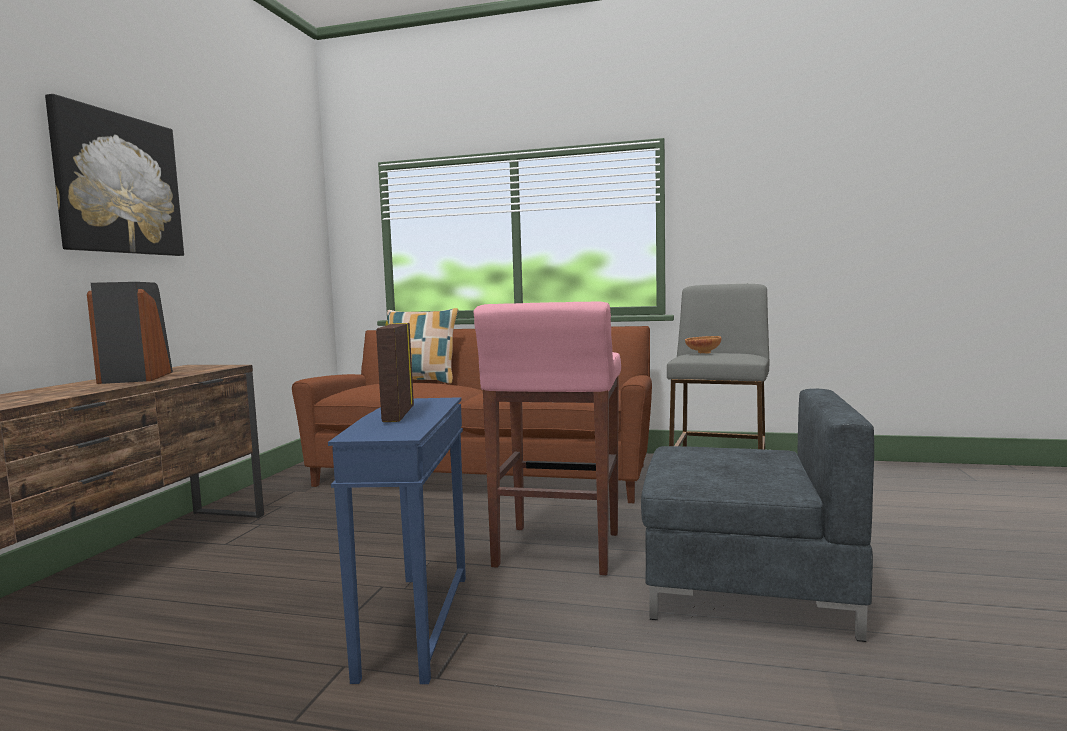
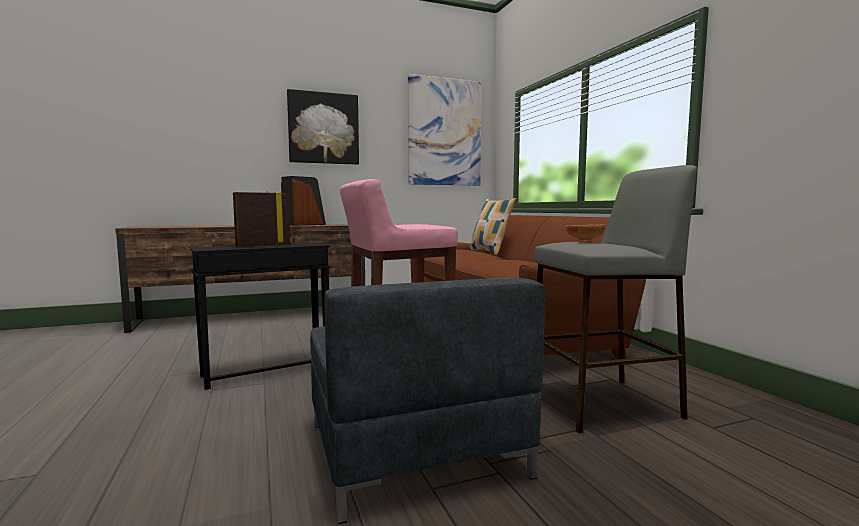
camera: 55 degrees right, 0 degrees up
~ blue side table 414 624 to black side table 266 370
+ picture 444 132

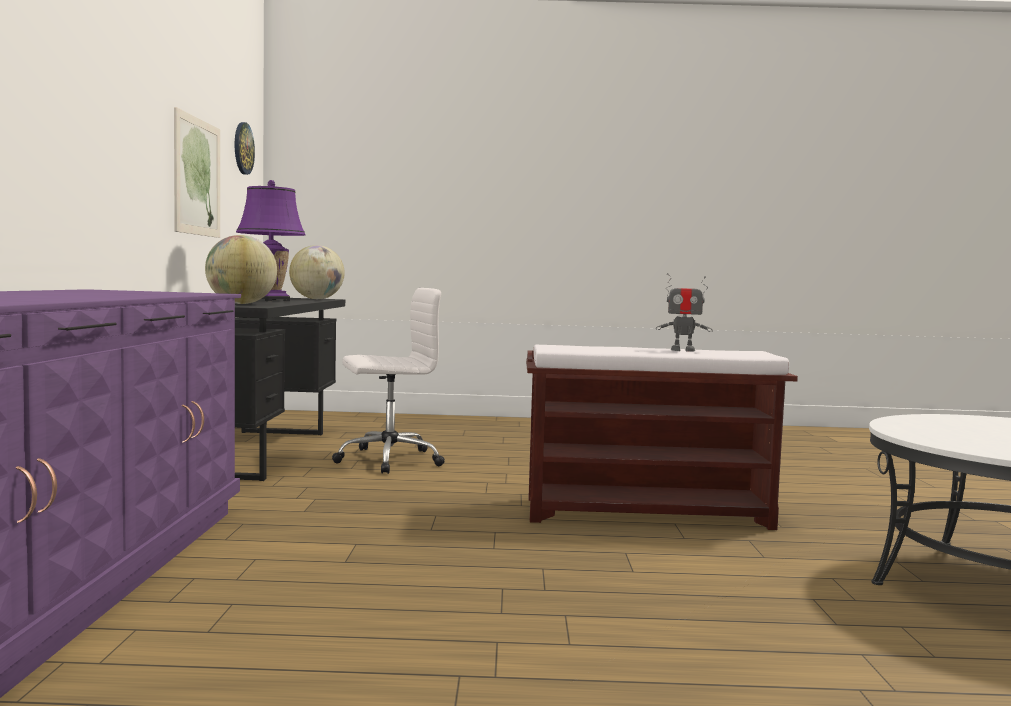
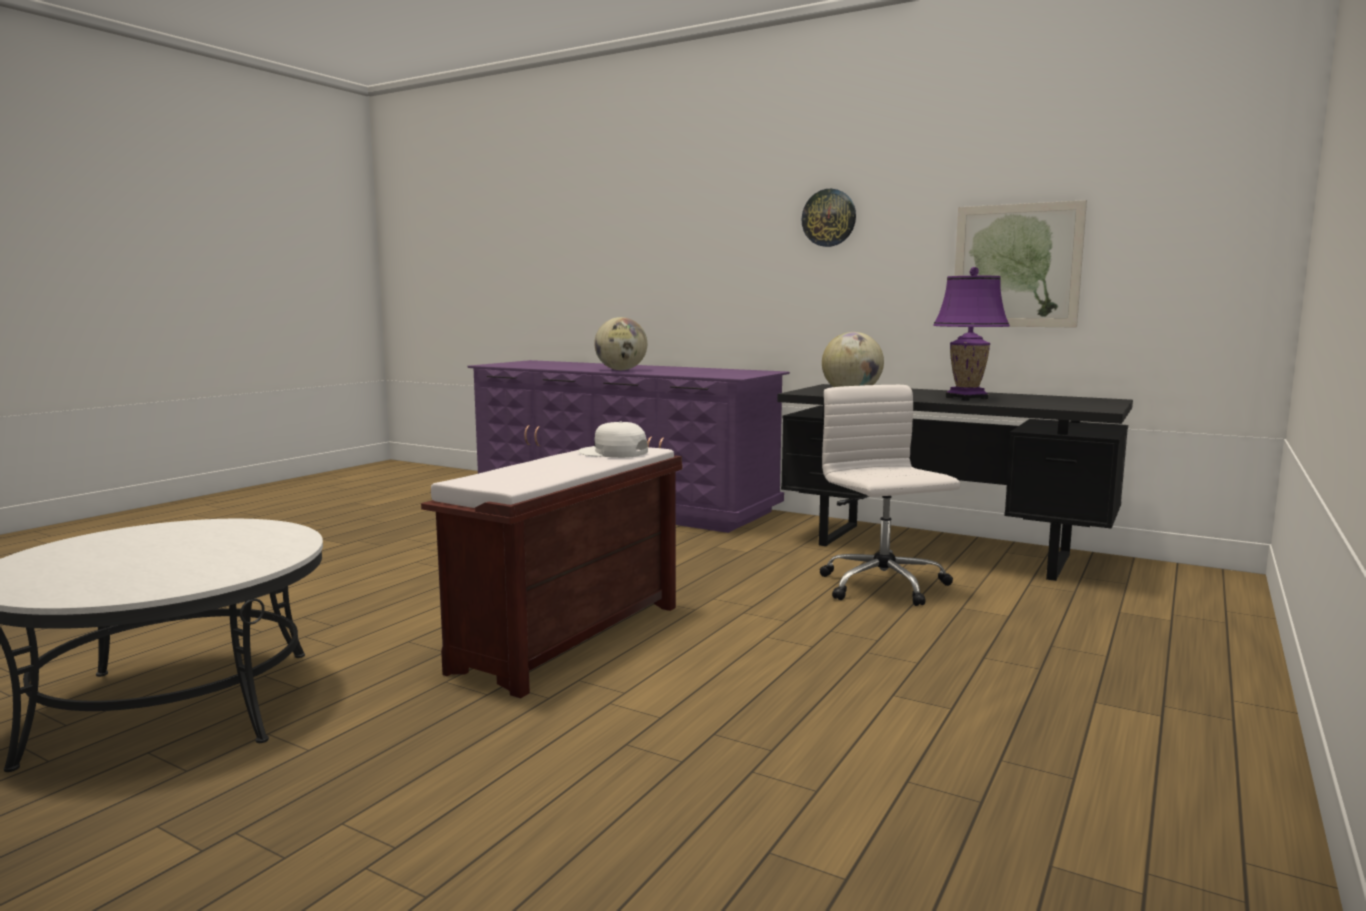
camera: 120 degrees right, 5 degrees up
+ white cap 613 452
~ globe 317 299 to 621 370
~ wall clock 243 148 to 829 218
~ white office chair 387 460 = 884 586 150 degrees clockwise
- toy robot 683 350

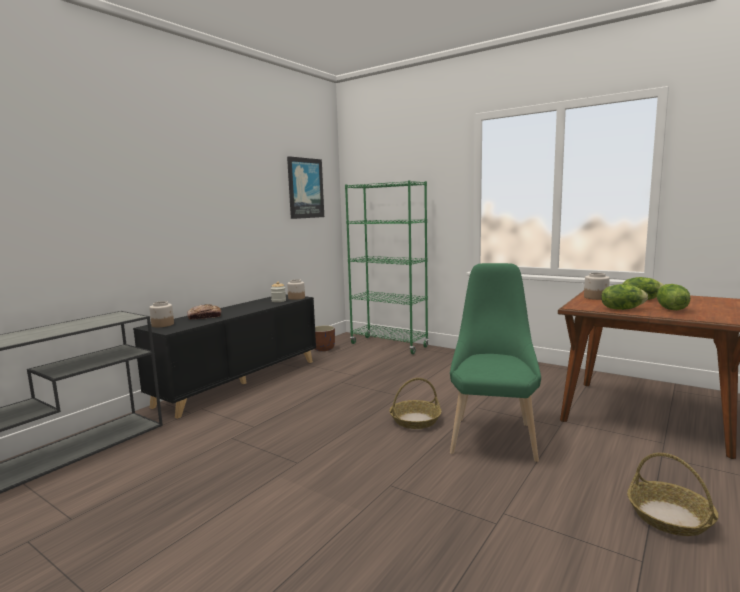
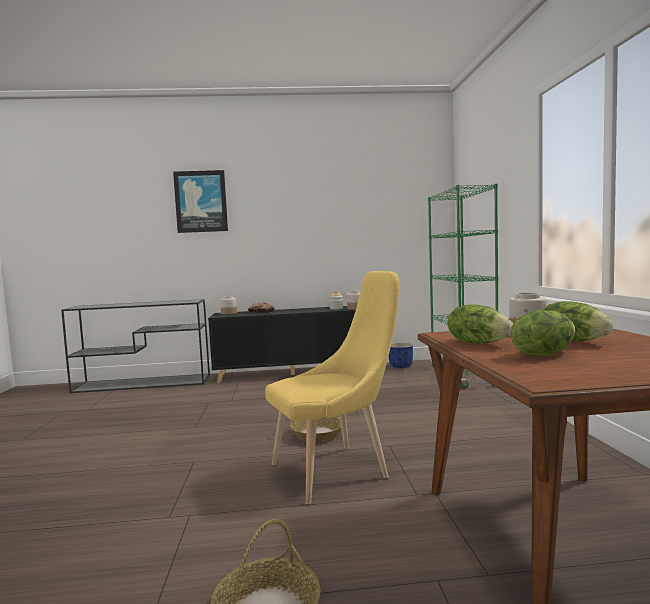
camera: 50 degrees right, 5 degrees down
~ picture 305 188 to 201 201
~ green chair 493 435 to yellow chair 336 470
~ brown planter 323 349 to blue planter 401 366

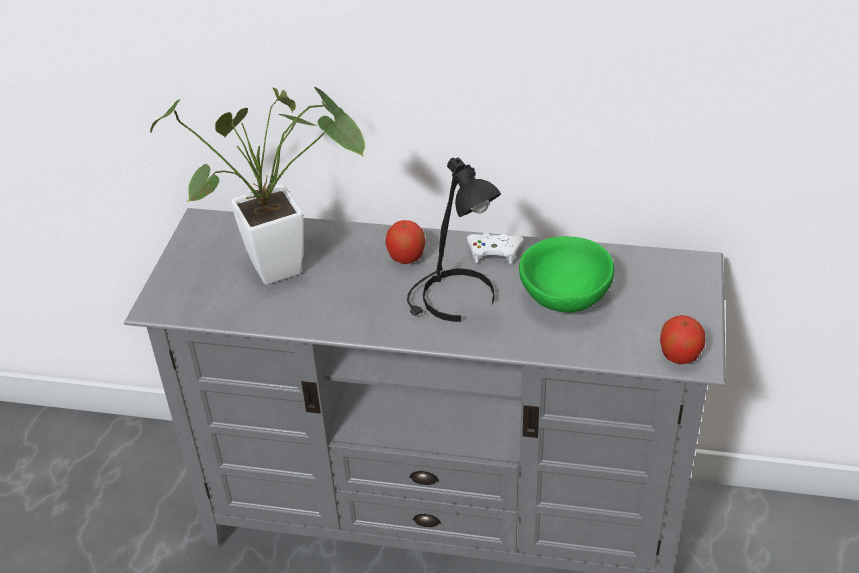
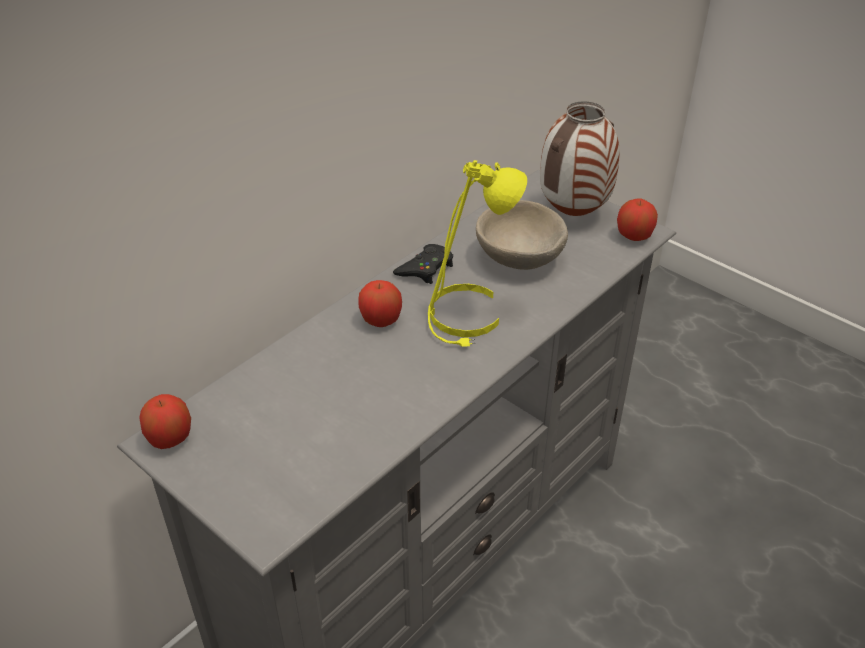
camera: 60 degrees left, 0 degrees up
+ apple 170 438
~ white game controller 494 251 to black game controller 425 268
~ black table lamp 454 300 to yellow table lamp 467 316
~ green bowl 564 296 to beige bowl 518 258
+ vase 573 213
- potted plant 289 266

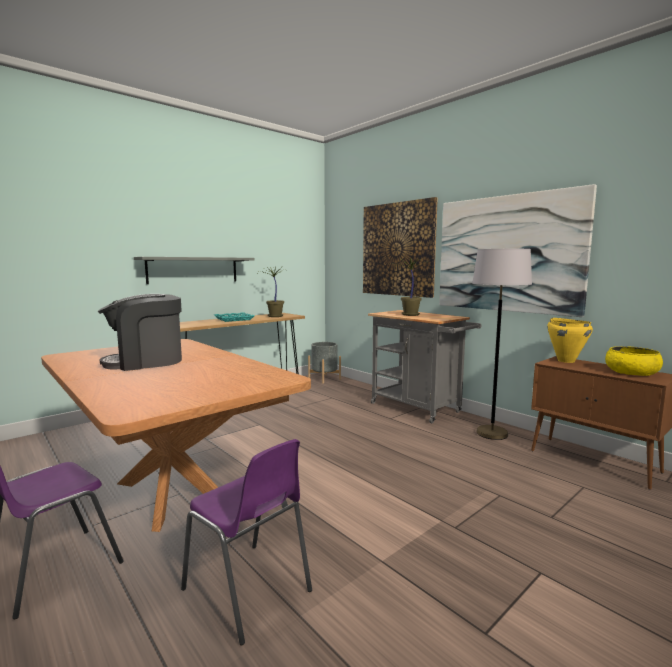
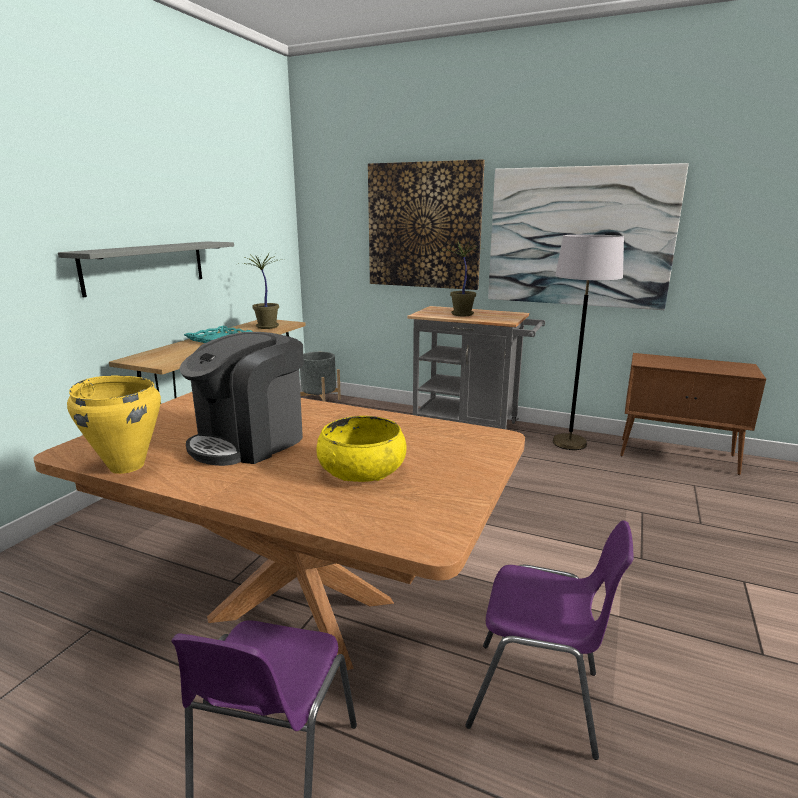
camera: 25 degrees left, 10 degrees up
~ yellow cooking pot 566 361 to 127 466
~ yellow bowl 632 372 to 362 469

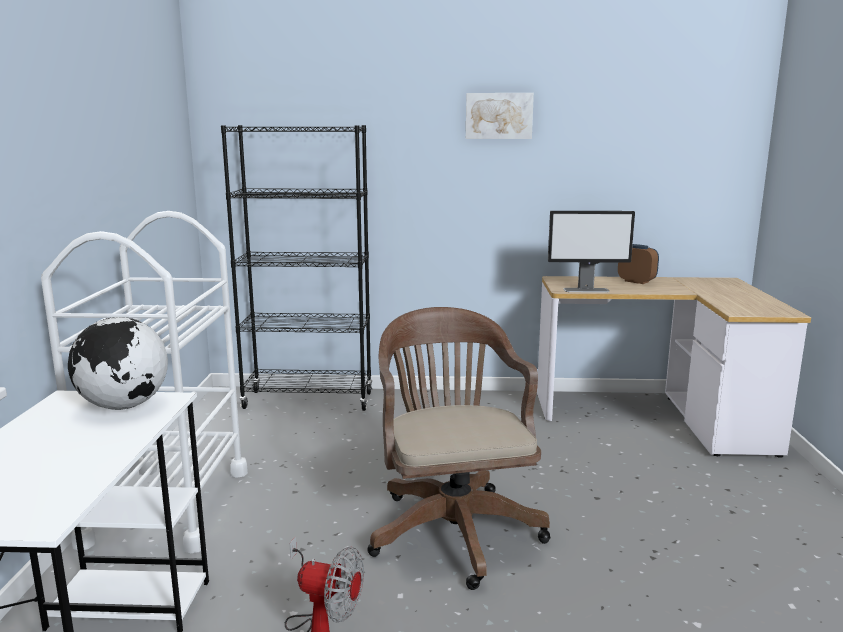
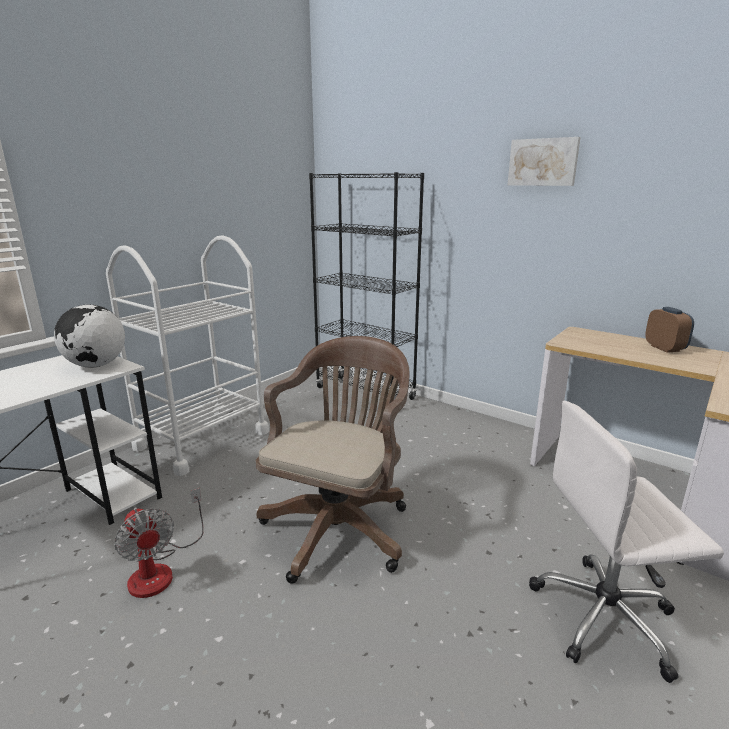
camera: 35 degrees right, 5 degrees up
+ white office chair 606 617
- monitor 586 290

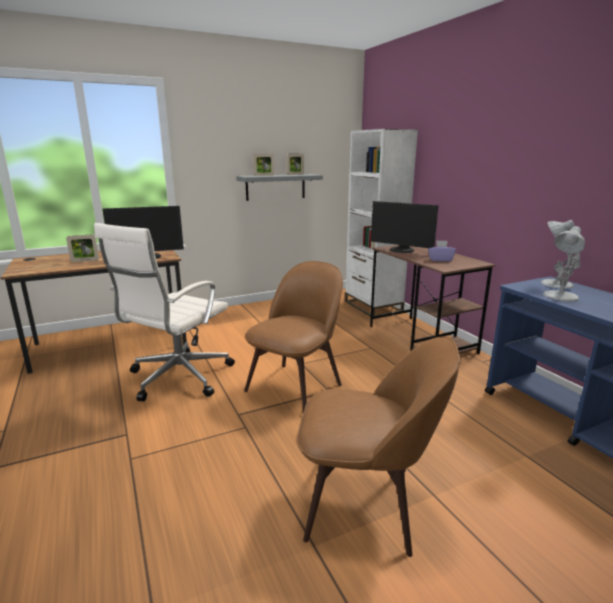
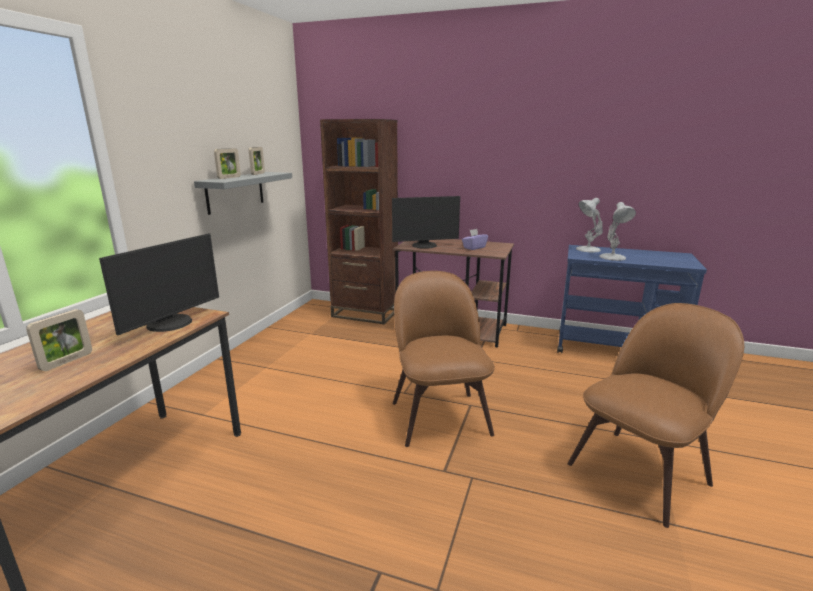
camera: 45 degrees left, 0 degrees up
~ white bookcase 373 307 to brown bookcase 365 313
- white office chair 177 377

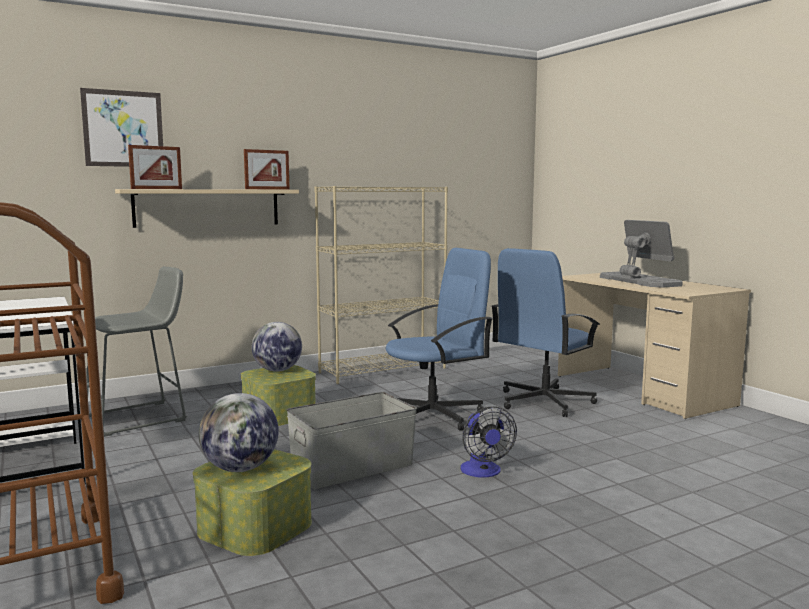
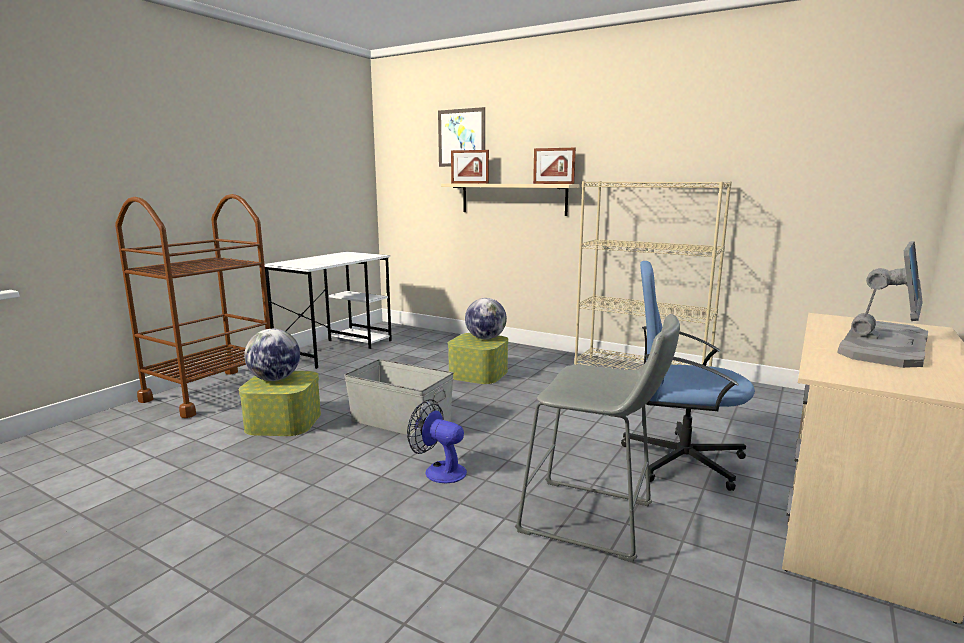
camera: 60 degrees right, 5 degrees up
~ fan 483 472 = 439 471 75 degrees clockwise
~ grey stool 141 418 to 594 520
- blue office chair 434 415

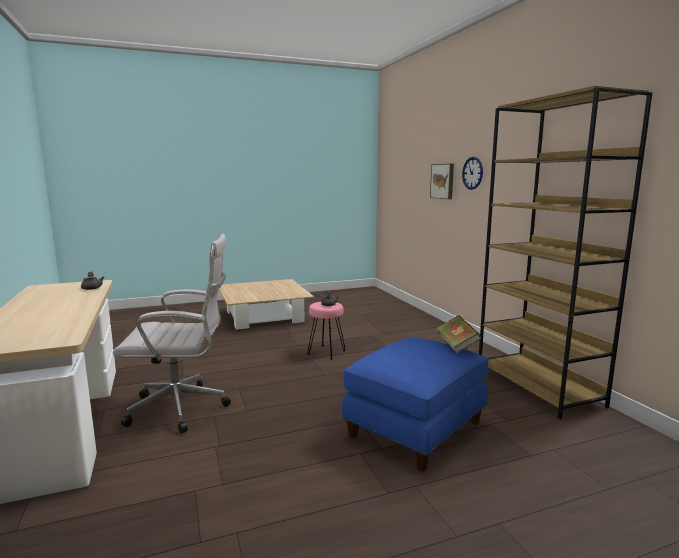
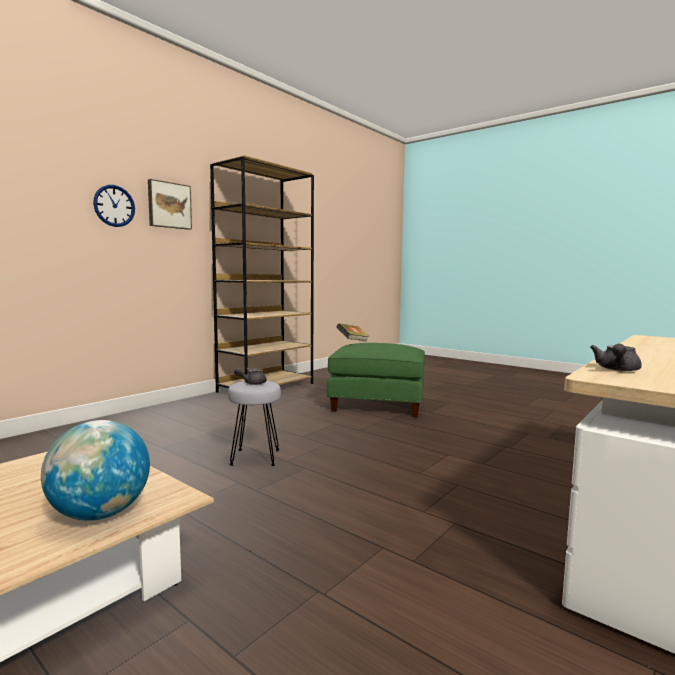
camera: 120 degrees left, 5 degrees down
+ globe 100 514
~ picture 443 181 to 169 205
~ pink stool 326 352 to grey stool 255 458
~ blue ottoman 416 430 to green ottoman 378 405
- white office chair 183 408

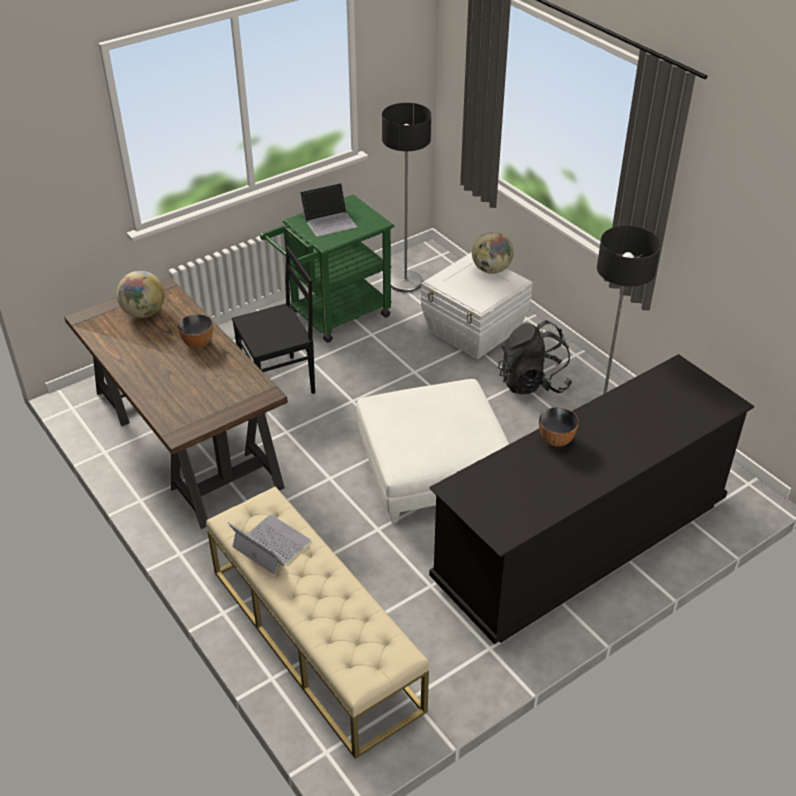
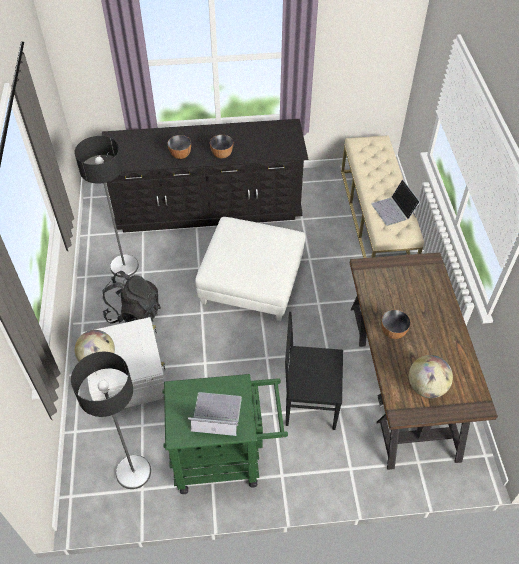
camera: 150 degrees left, 10 degrees up
+ bowl 180 155

